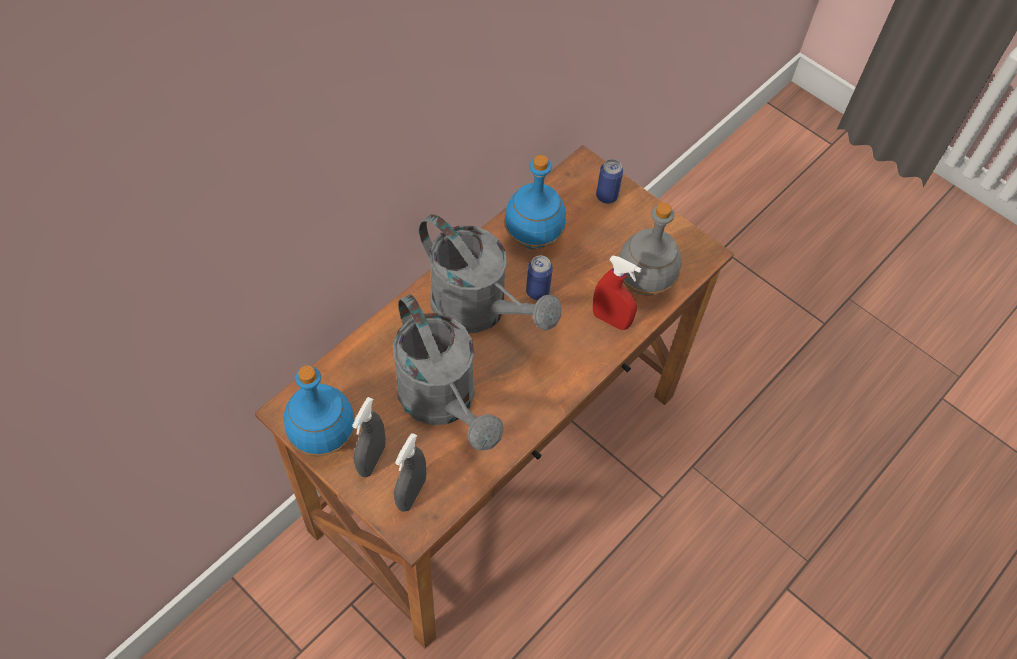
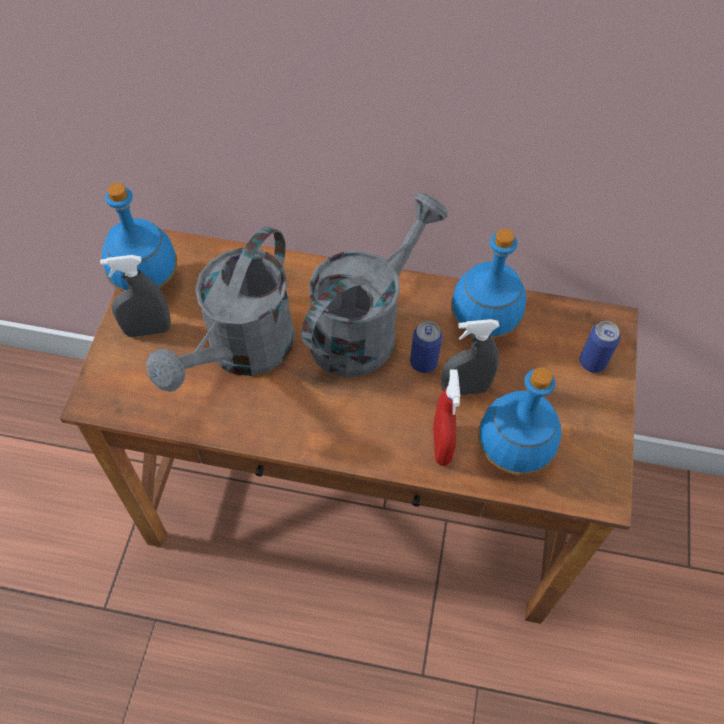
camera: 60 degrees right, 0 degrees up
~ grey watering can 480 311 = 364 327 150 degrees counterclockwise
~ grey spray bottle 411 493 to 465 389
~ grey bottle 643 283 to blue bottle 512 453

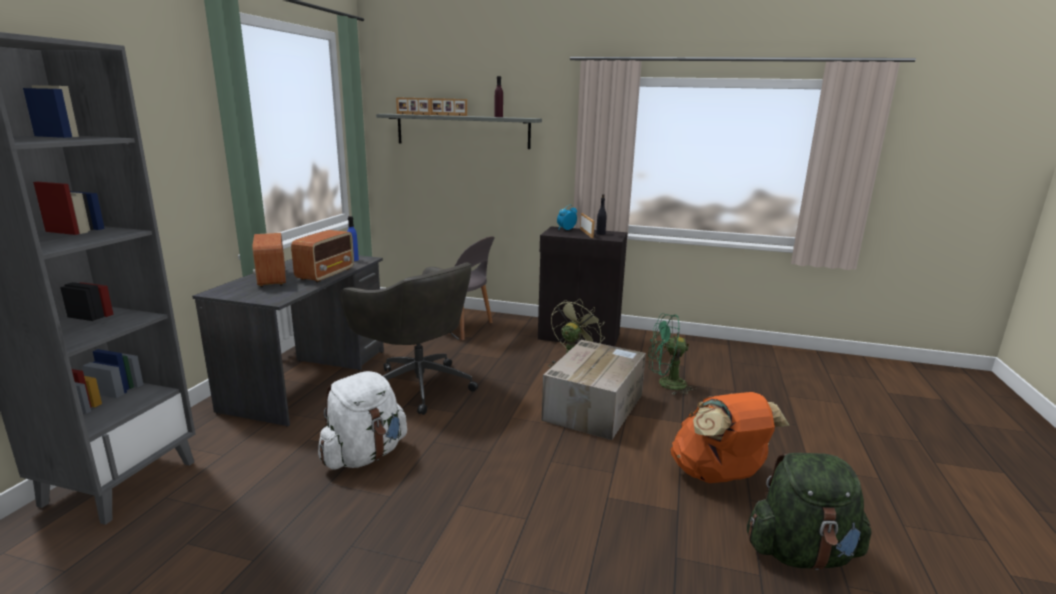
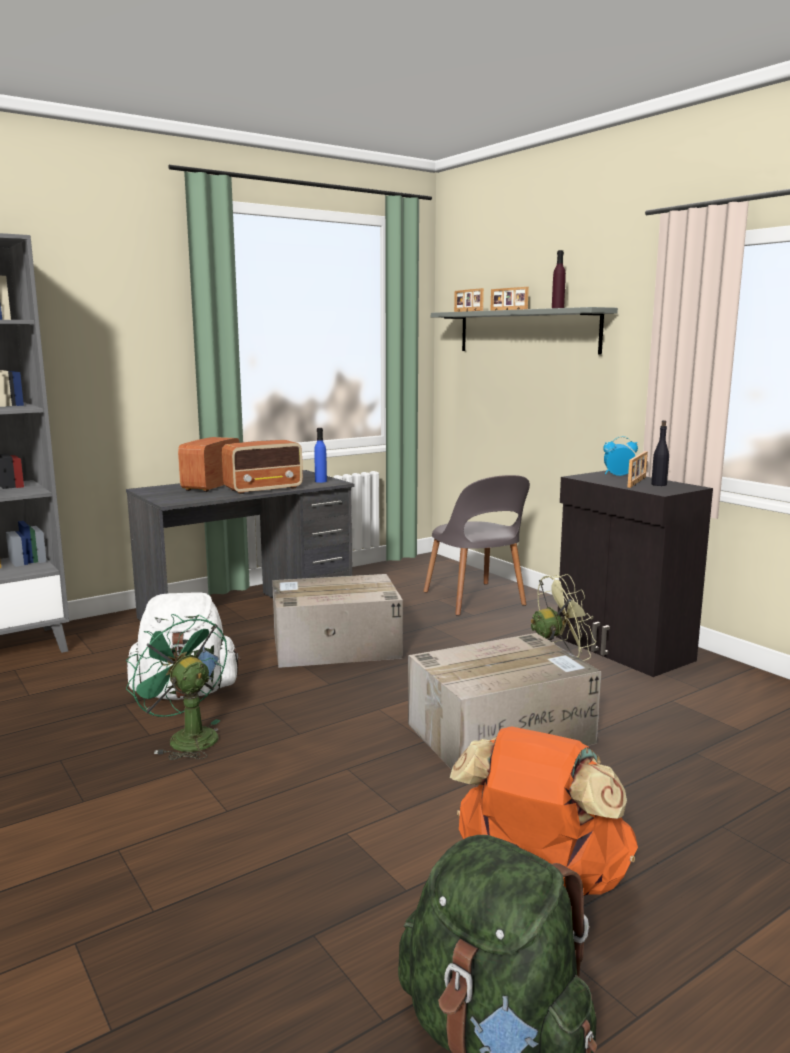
camera: 40 degrees right, 5 degrees down
~ green fan 666 384 to 185 737
~ grey office chair 417 385 to cardboard box 334 646

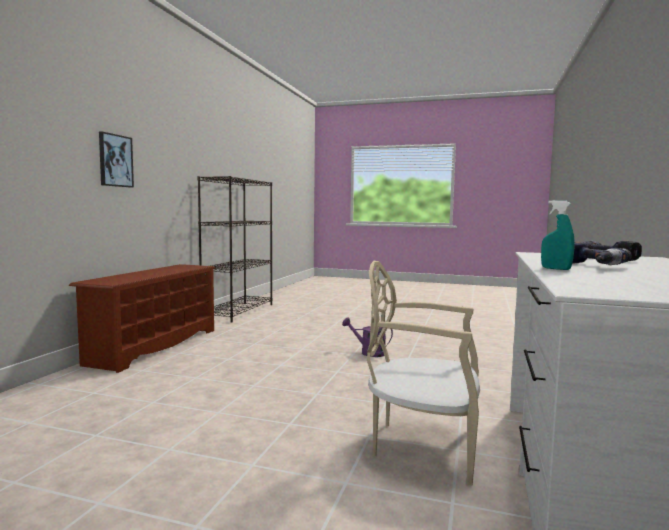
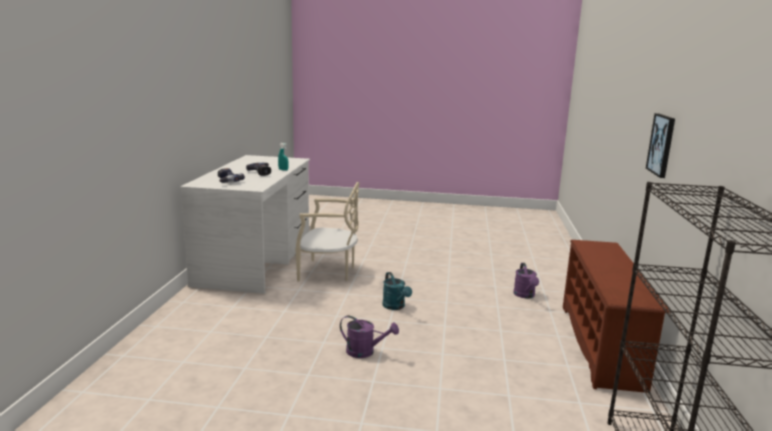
camera: 170 degrees right, 10 degrees up
+ turquoise watering can 395 307
+ purple watering can 525 295

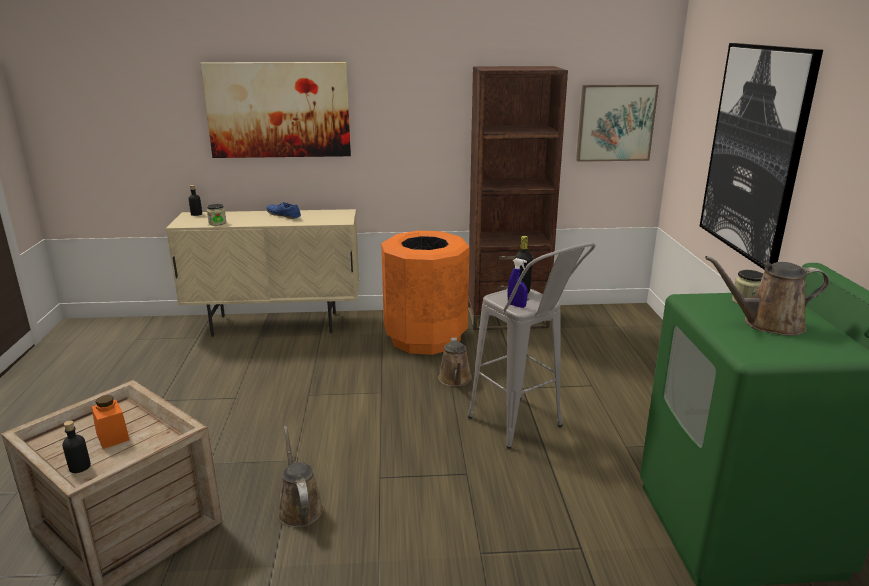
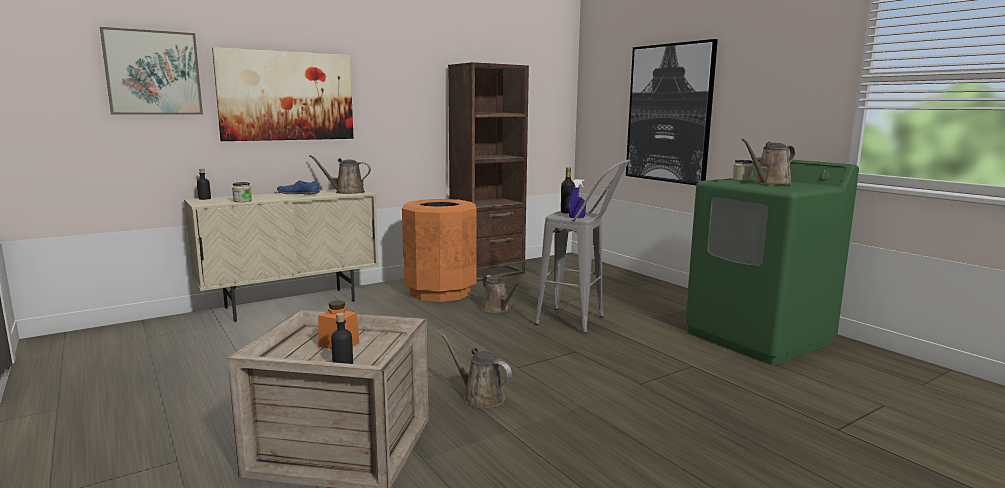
camera: 30 degrees left, 10 degrees down
~ picture 615 123 to 153 73
+ brown watering can 346 192

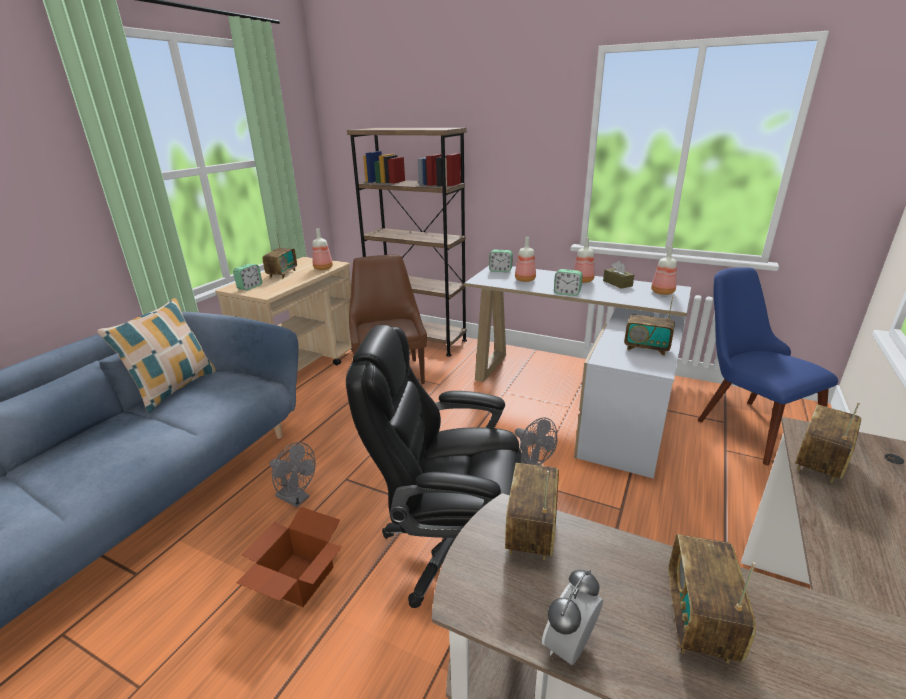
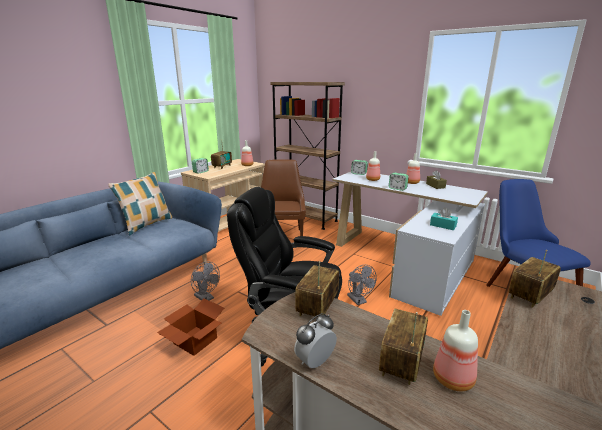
camera: 10 degrees right, 5 degrees down
~ radio 646 348 to turquoise tissue box 443 225
~ bottle 662 292 to 452 378

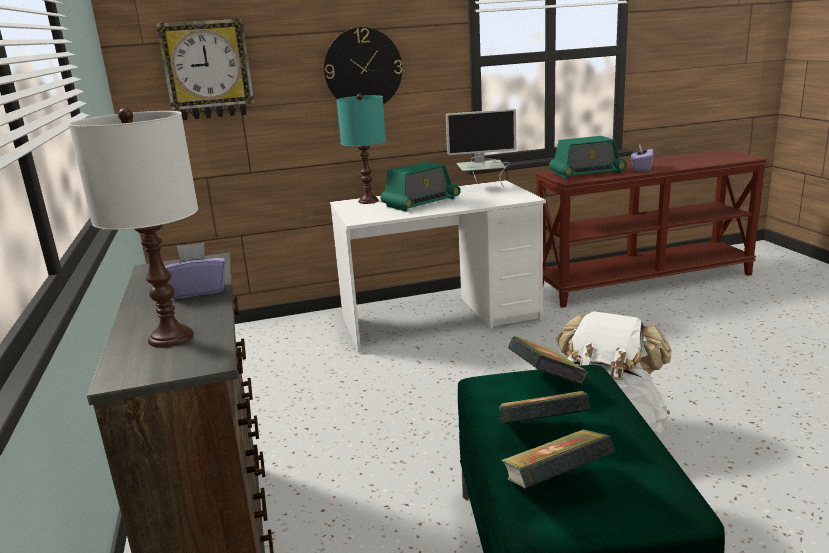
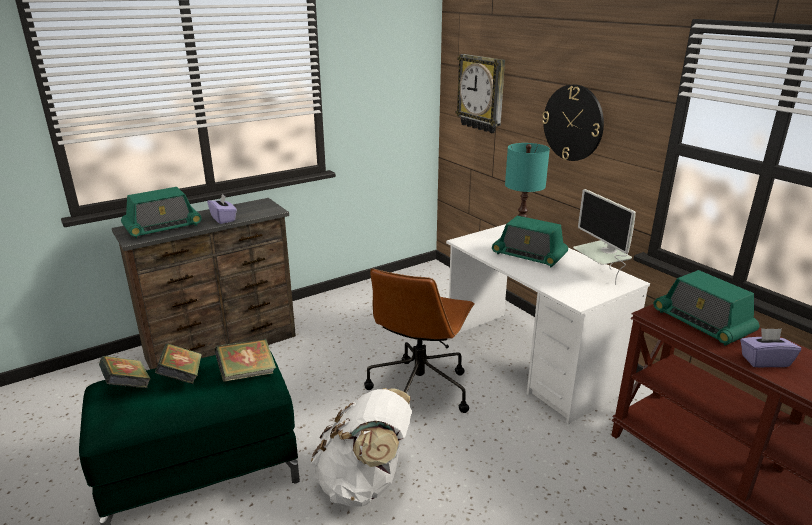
camera: 70 degrees right, 5 degrees up
~ white table lamp 170 337 to radio 163 227
+ brown office chair 419 389

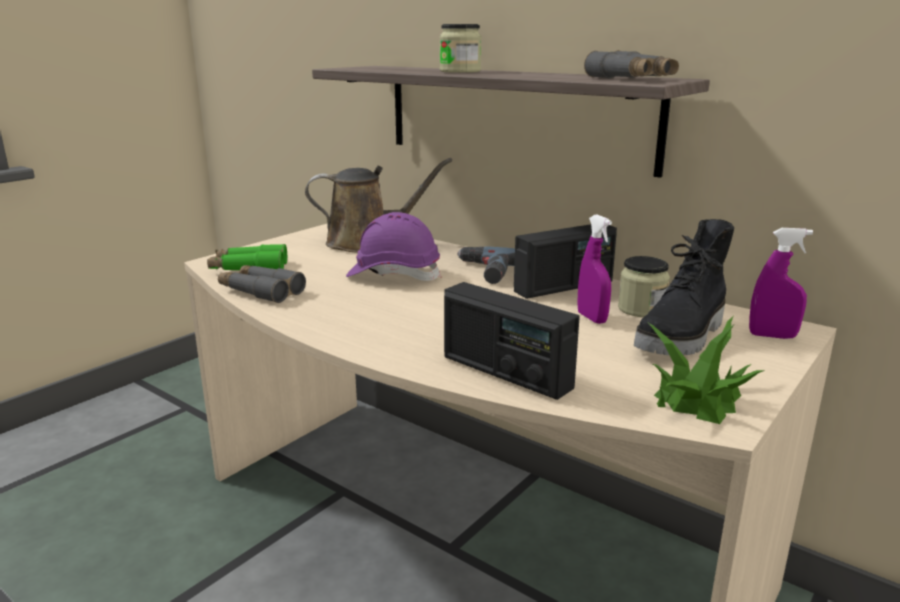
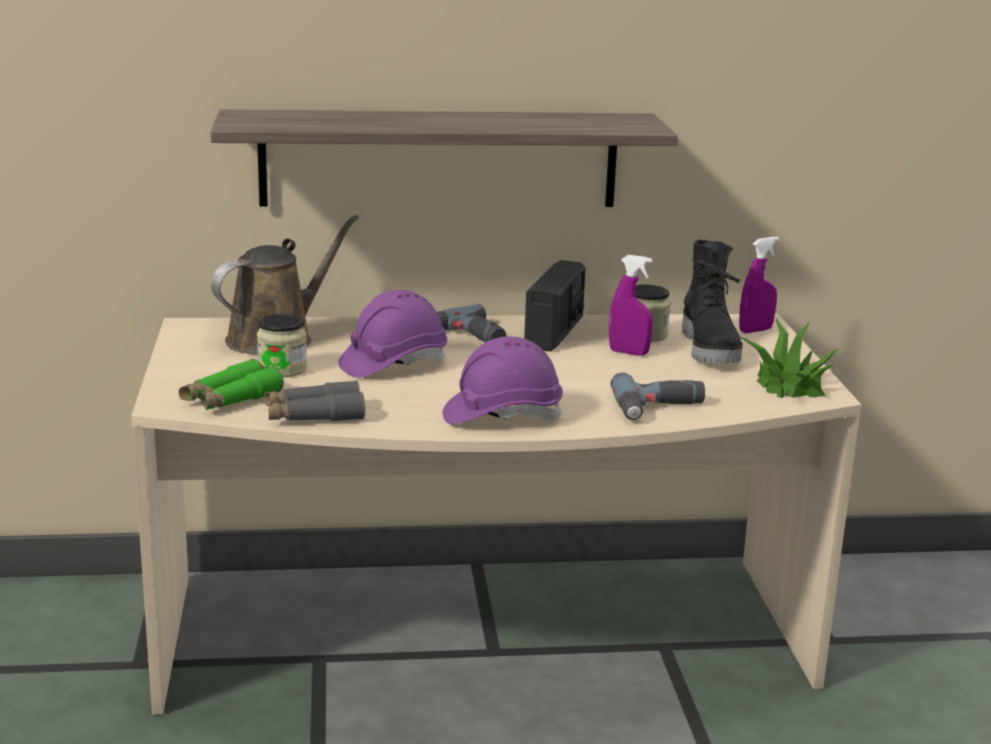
camera: 45 degrees left, 0 degrees up
~ jar 460 71 to 282 369
+ purple hard hat 502 415
~ radio 506 372 to power drill 660 409
- grey binoculars 630 79

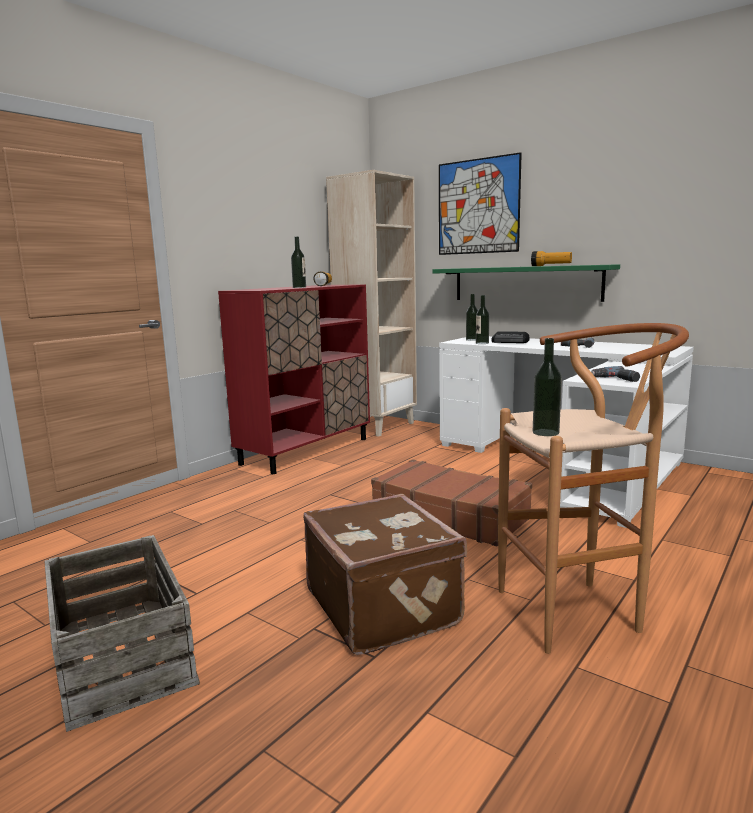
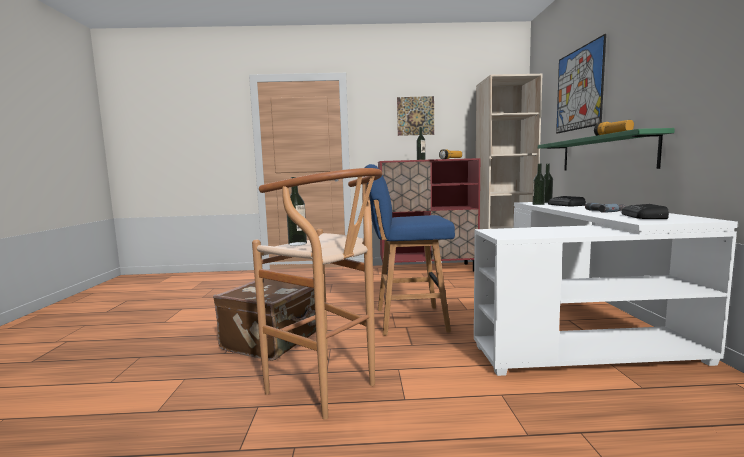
camera: 50 degrees right, 5 degrees down
~ brown suitcase 450 515 to blue stool 408 320
+ picture 415 116
+ radio 644 216
- crate 120 657
- power drill 615 379

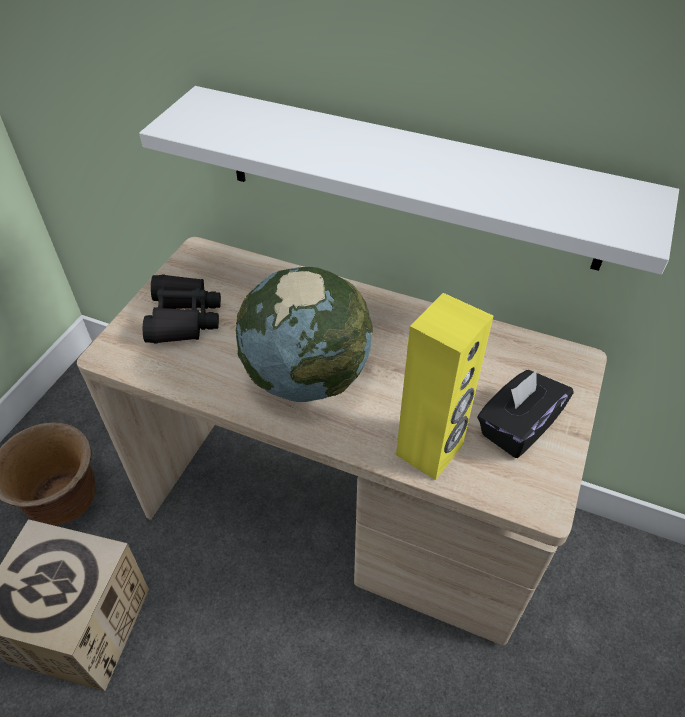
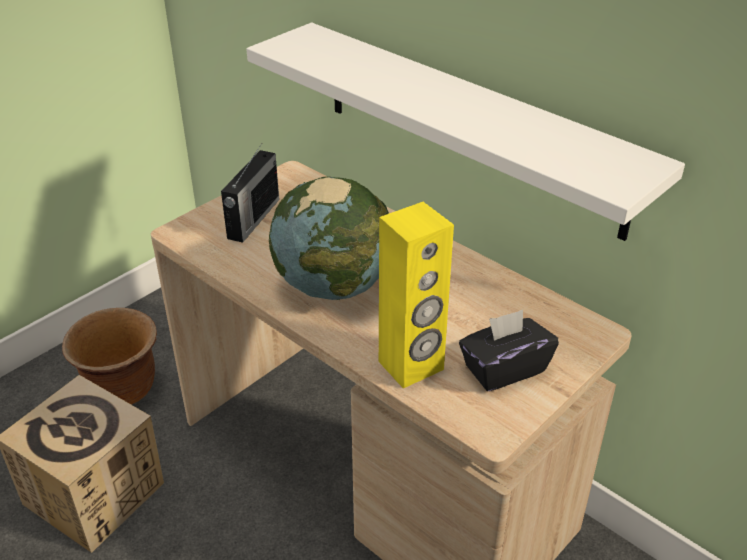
camera: 20 degrees right, 10 degrees down
~ black binoculars 183 318 to radio 252 219

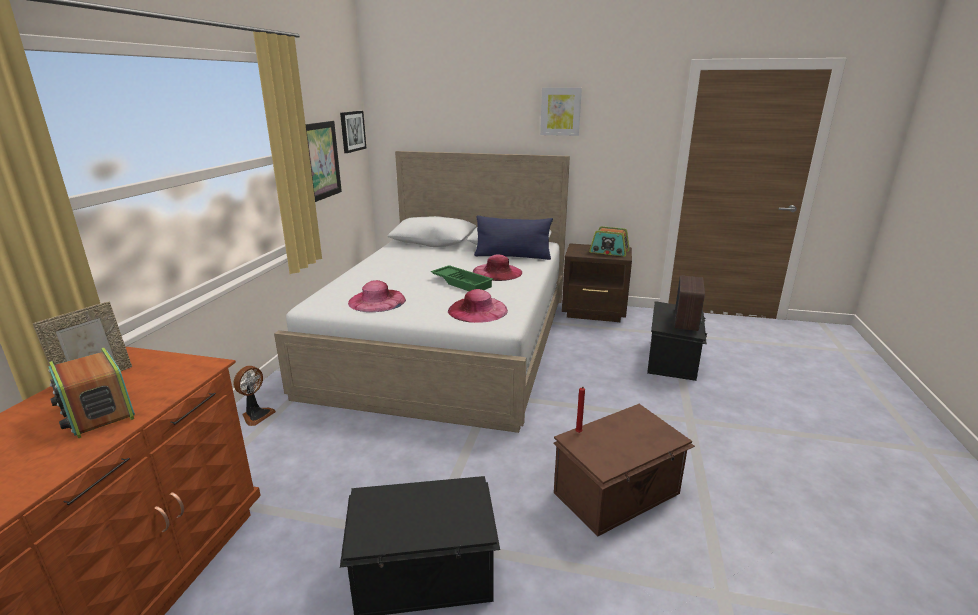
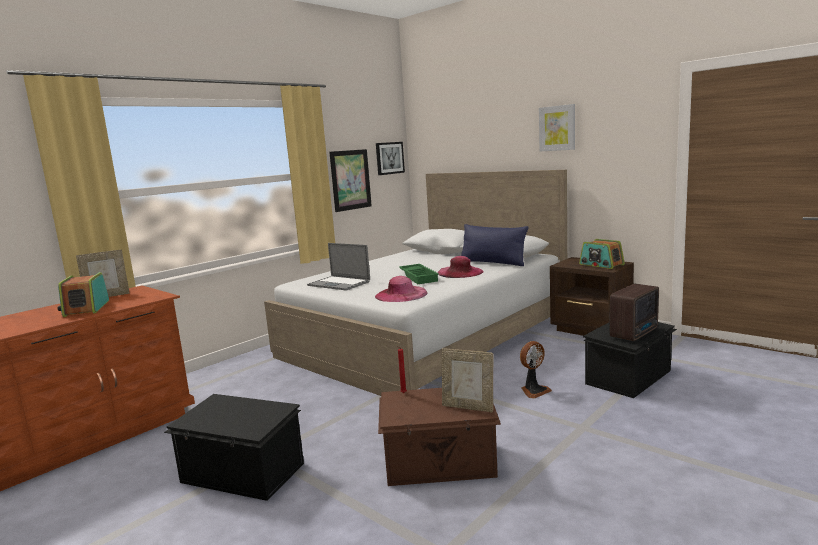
camera: 30 degrees right, 10 degrees down
~ pink hat 377 301 to laptop 339 283
+ picture frame 468 407
~ fan 256 415 to 534 391

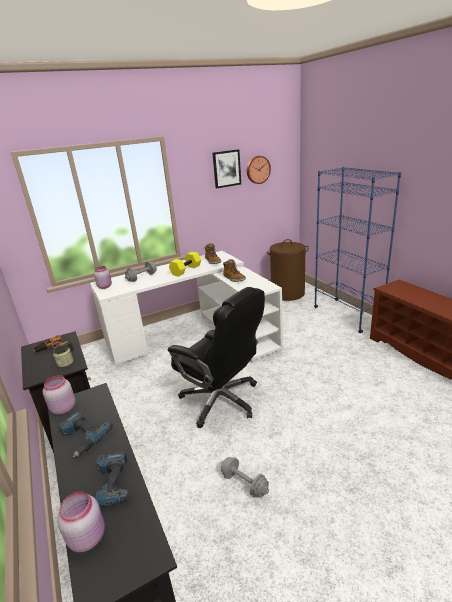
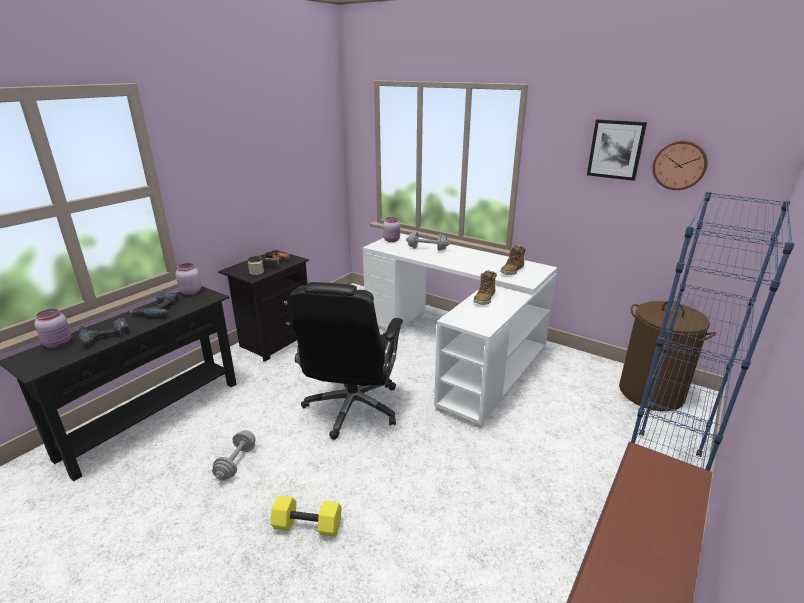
camera: 60 degrees right, 0 degrees up
~ yellow dumbbell 186 270 to 308 525

